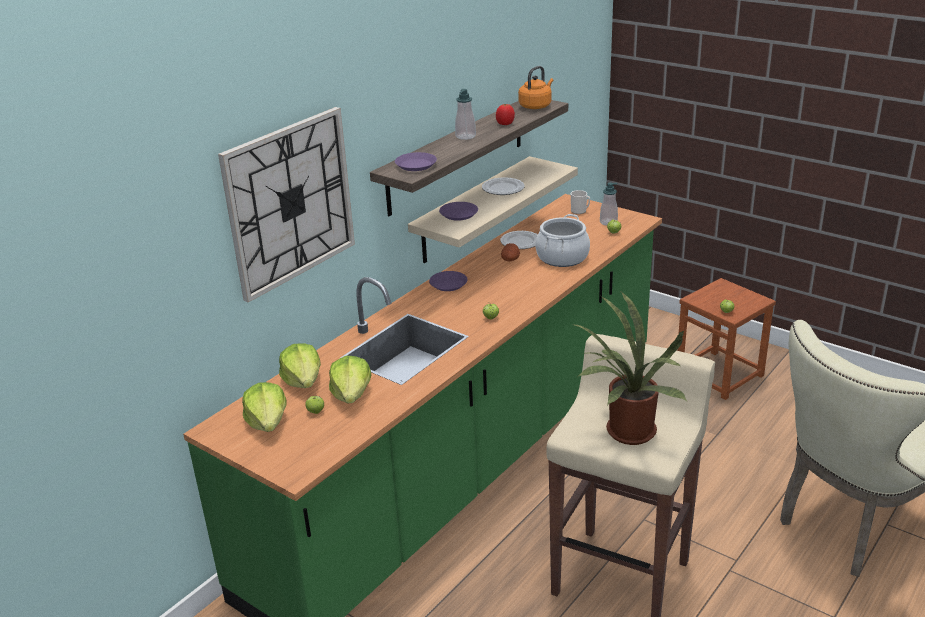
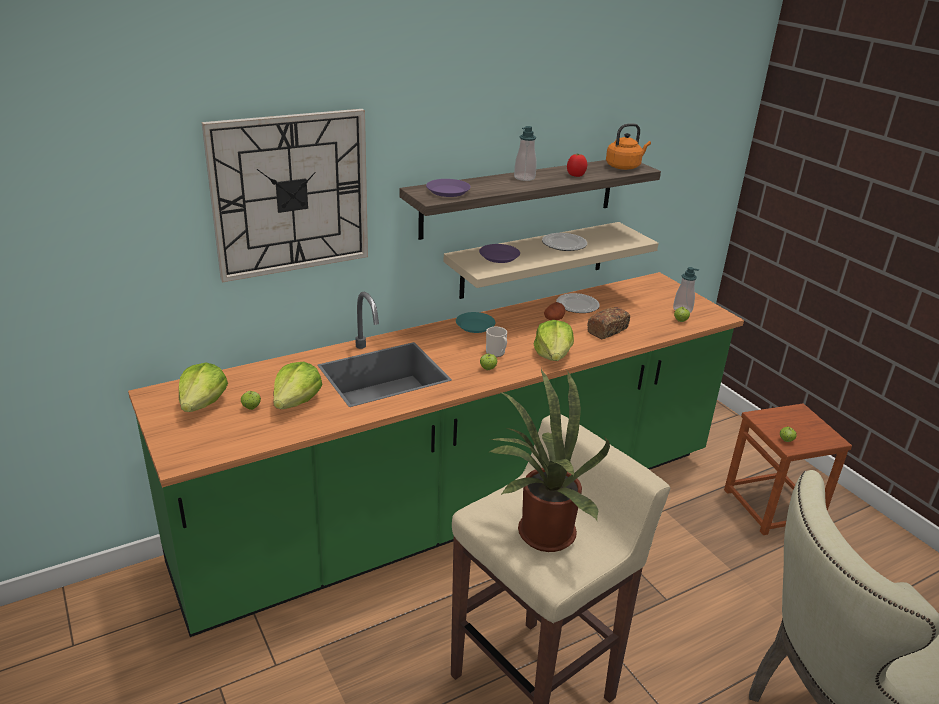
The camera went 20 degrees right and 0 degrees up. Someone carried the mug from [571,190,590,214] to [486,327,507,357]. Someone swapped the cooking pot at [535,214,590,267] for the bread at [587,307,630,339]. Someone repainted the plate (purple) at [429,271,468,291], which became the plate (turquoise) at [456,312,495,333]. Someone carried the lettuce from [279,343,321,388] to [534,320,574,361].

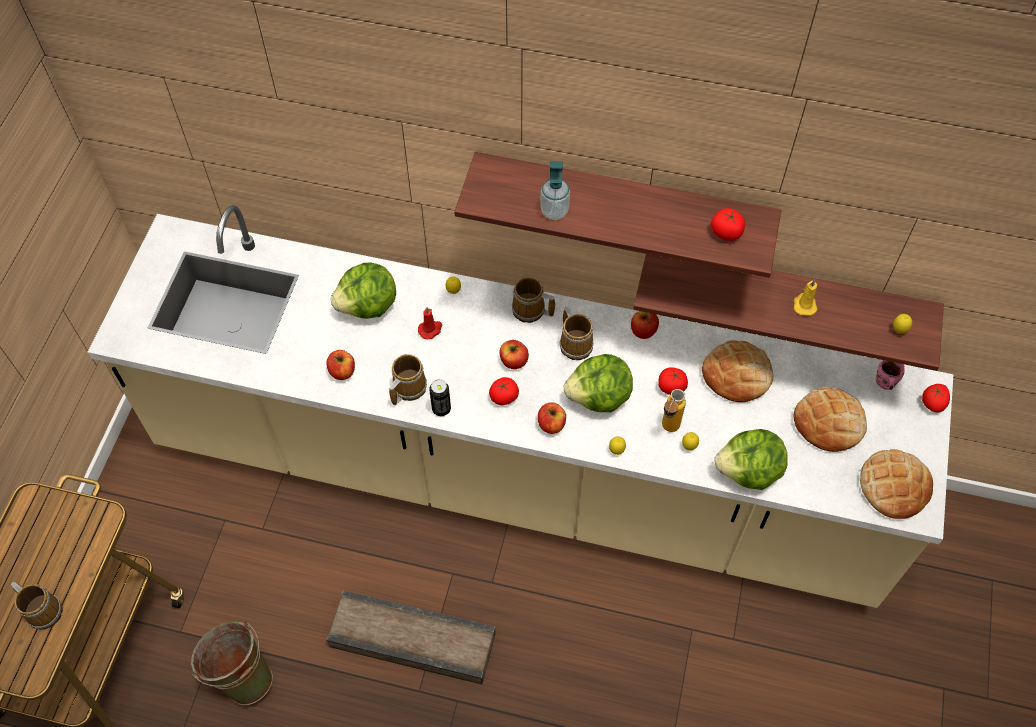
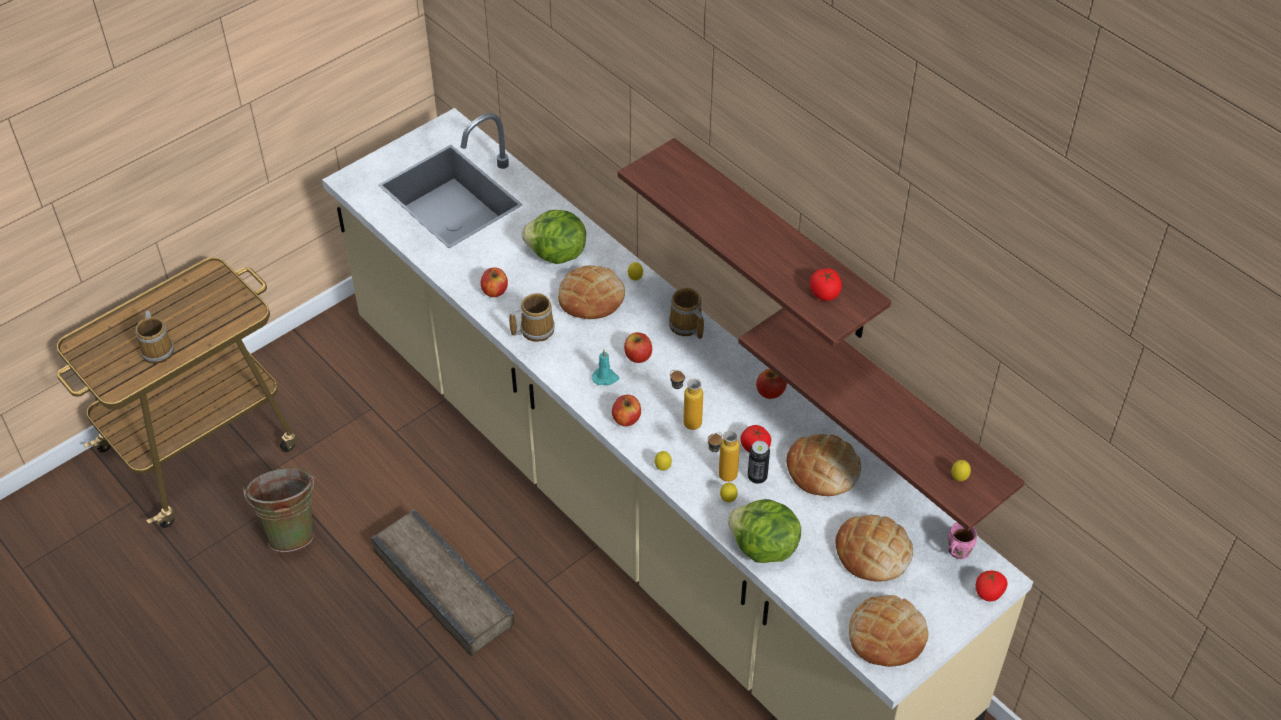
The camera went 35 degrees right and 10 degrees down. Someone took away the soap dispenser at [540,161,570,220]. Someone took away the candle (yellow) at [794,279,817,316]. Someone swapped the candle (red) at [418,307,442,339] for the bread at [558,265,625,319]. Someone took away the mug at [560,307,594,360]. Someone swapped the lettuce at [564,354,633,413] for the bottle at [670,370,703,430]. Someone swapped the tomato at [489,377,519,405] for the candle (turquoise) at [592,350,619,385]. Someone carried the can from [429,379,451,416] to [748,441,770,484].

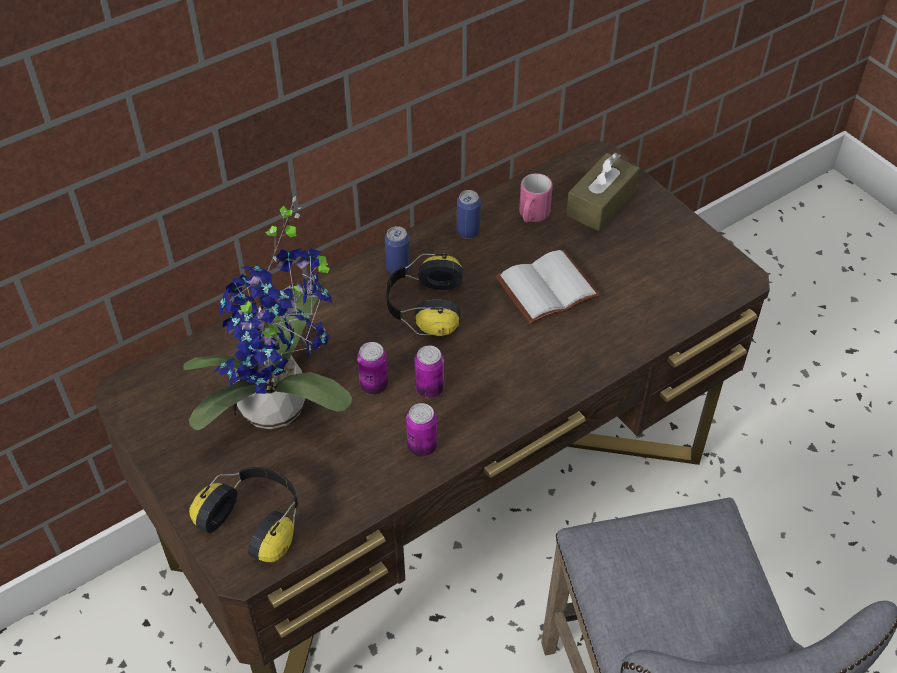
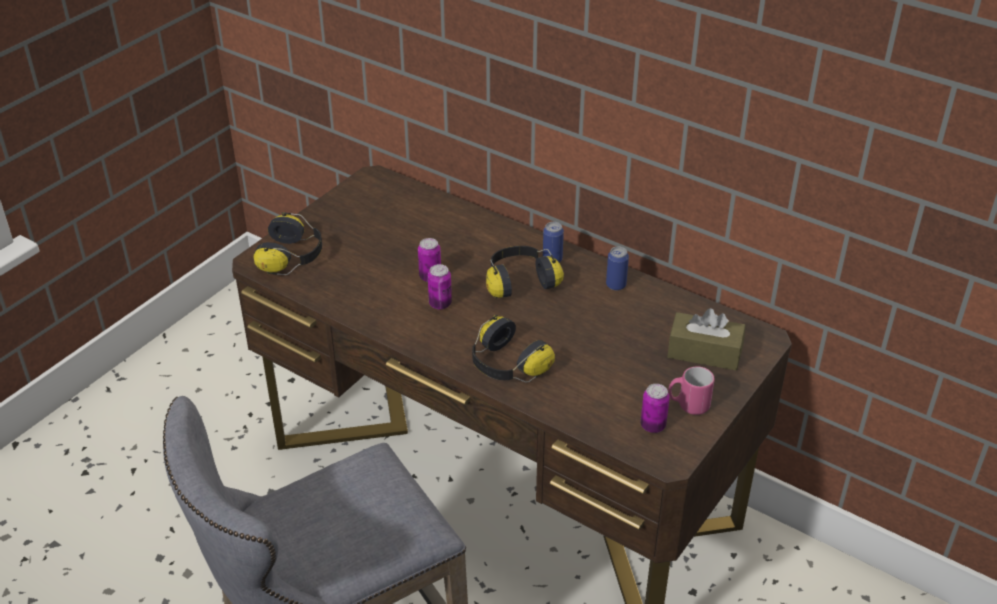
The camera went 70 degrees right and 10 degrees down. Someone carried the mug (pink) from [519,173,553,223] to [668,366,715,415]. Someone took away the potted plant at [183,196,352,430]. Someone took away the book (white) at [495,250,601,324]. Someone carried the can from [406,403,437,457] to [641,384,670,433]. Someone put down the headphones at [472,315,555,383].

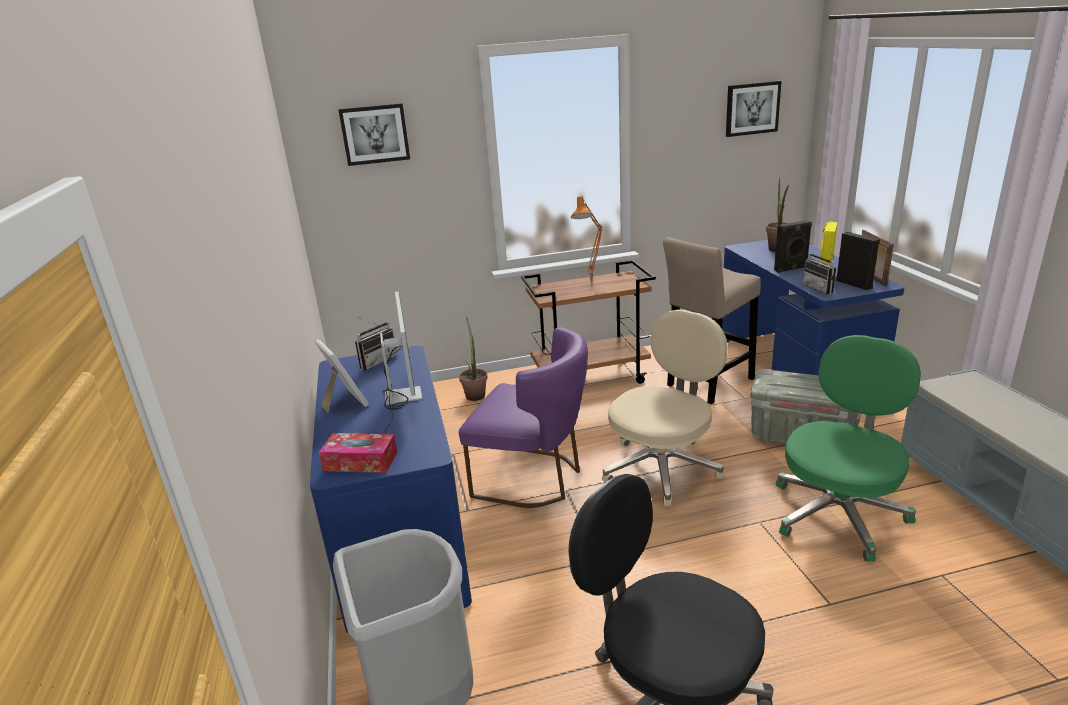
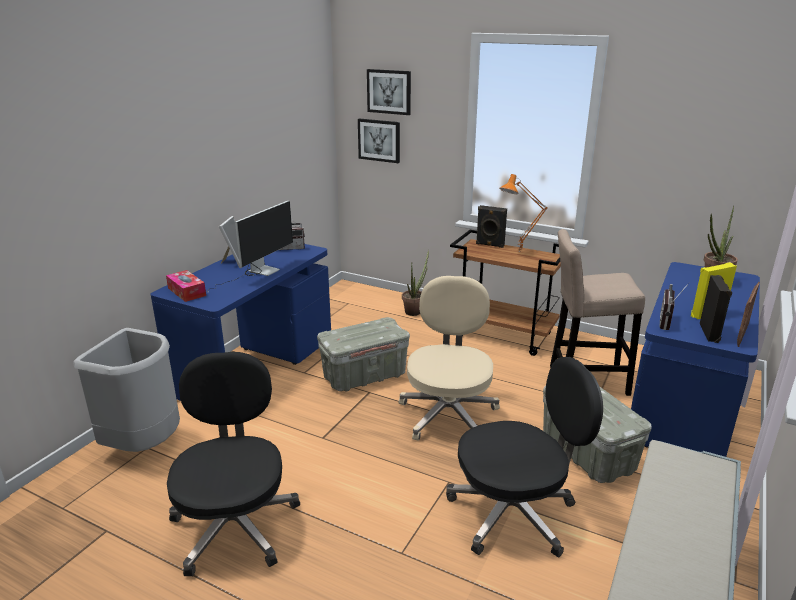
The camera went 40 degrees right and 0 degrees up. Someone carried the picture from [726,81,782,137] to [358,118,400,163]. Someone carried the speaker (black) from [774,220,812,273] to [476,205,507,248]. Someone rotated the office chair (beige) at [602,310,728,506] by 75 degrees counterclockwise. Someone swapped the chair (purple) at [459,327,588,508] for the storage box (grey) at [317,317,410,392]. Someone repainted the office chair (green) at [776,335,921,562], which became the office chair (black) at [446,357,603,558].

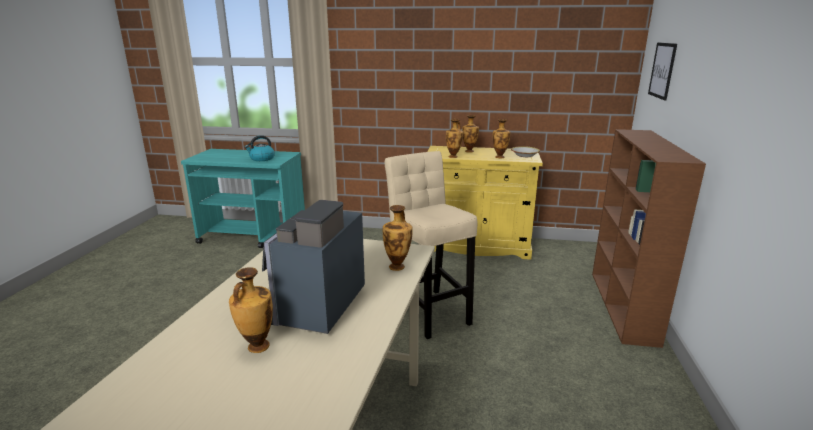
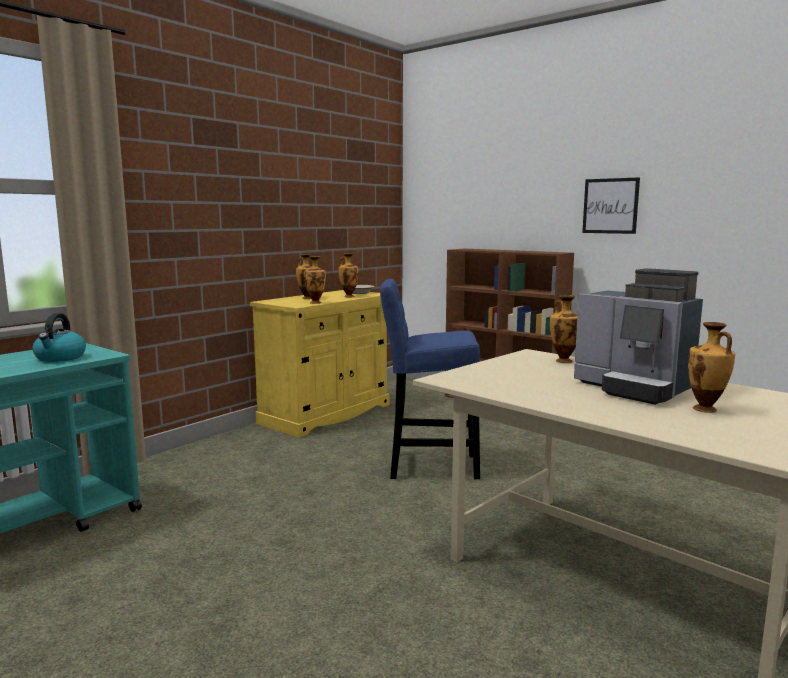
The camera went 60 degrees left and 10 degrees down. Someone carried the picture from [648,42,677,101] to [582,177,640,234]. Someone repainted the stool (beige) at [384,151,477,339], which became the stool (blue) at [380,279,480,479].

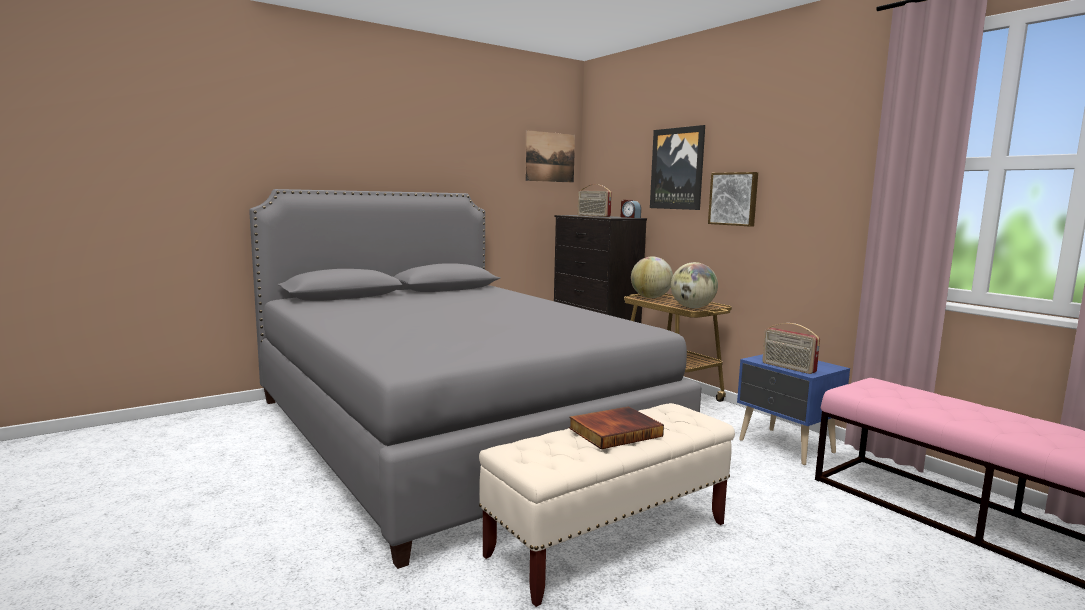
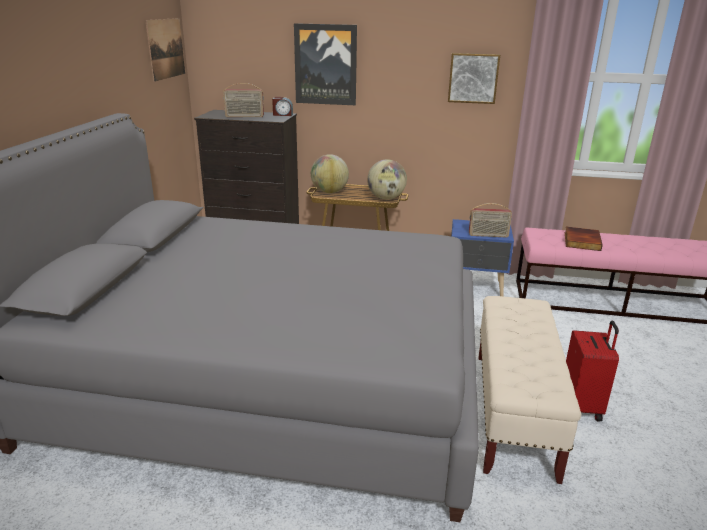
The camera went 45 degrees left and 15 degrees up. Someone carried the picture from [708,172,758,227] to [448,53,500,104]. Someone carried the book from [569,406,664,449] to [565,227,603,251]. Someone put down the suitcase (red) at [566,320,619,422].

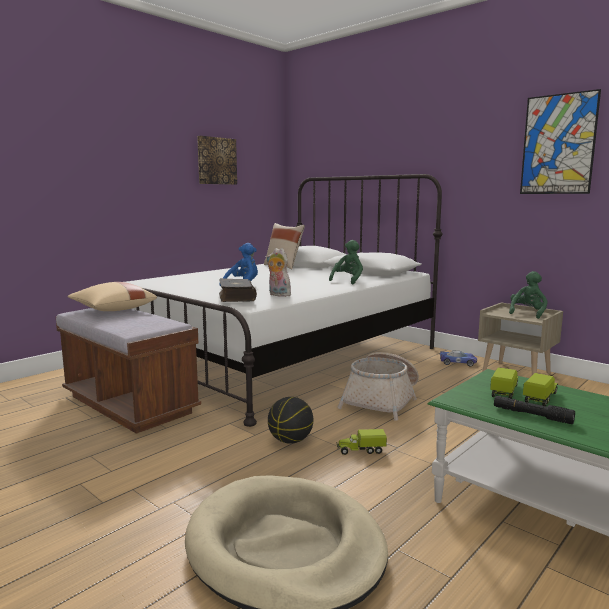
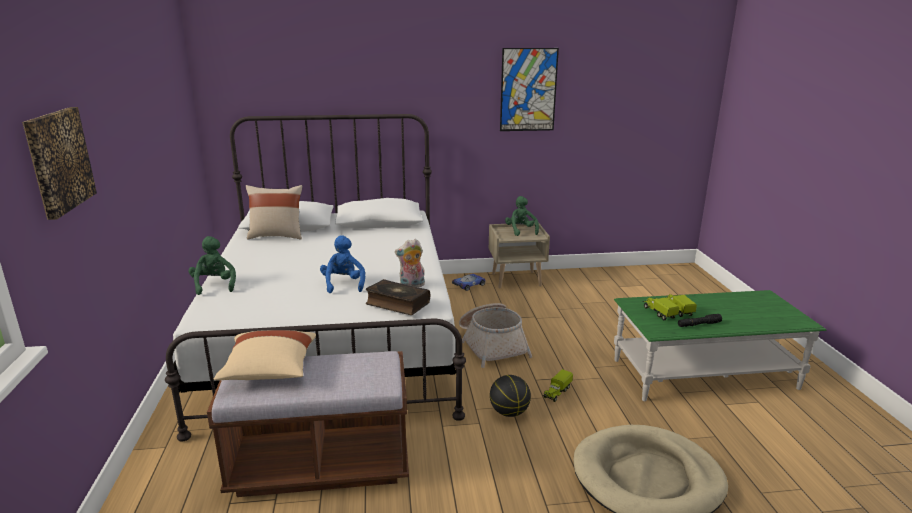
The camera went 50 degrees left and 10 degrees up. Someone carried the picture from [197,136,237,185] to [22,107,97,220]. Someone carried the plush toy (green) from [329,240,363,284] to [189,236,236,295].

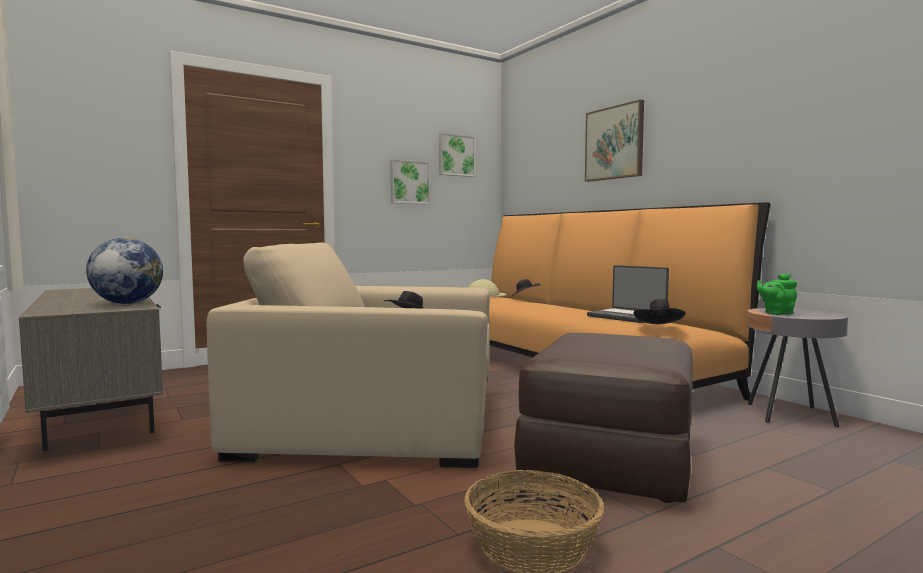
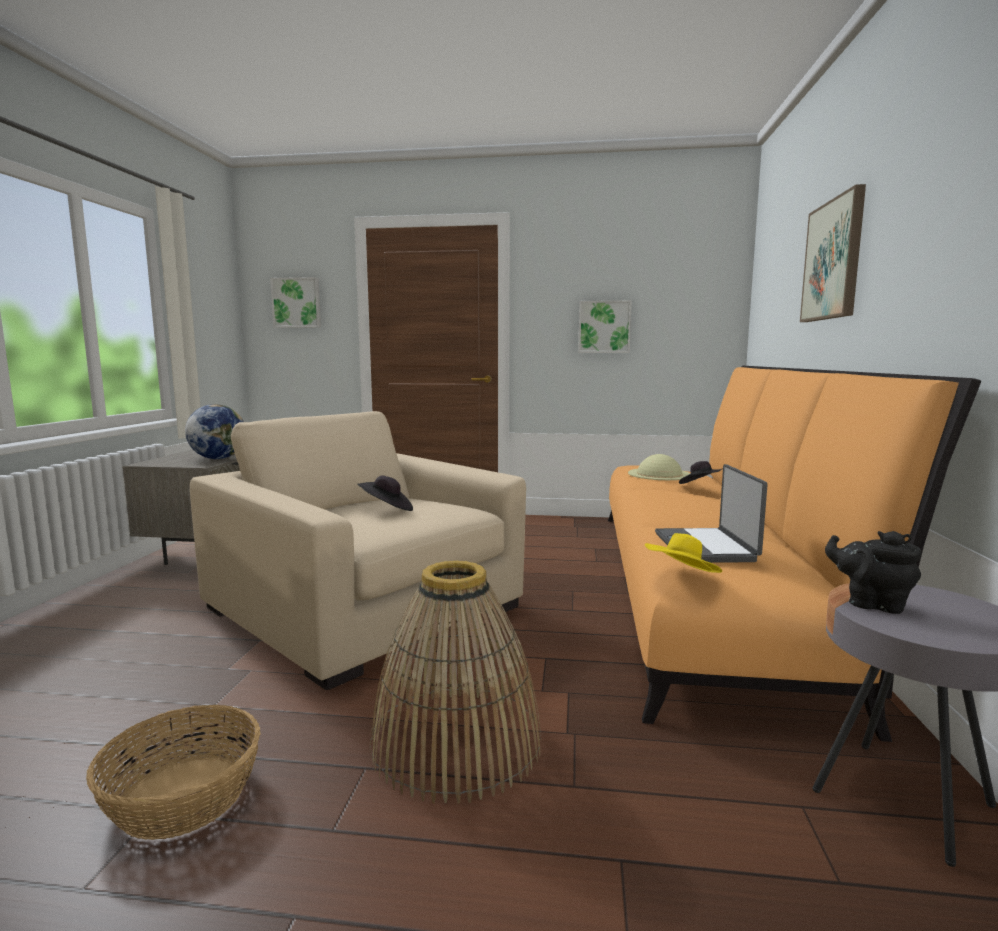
The camera went 40 degrees right and 5 degrees up. Someone carried the picture from [439,133,475,177] to [270,277,321,328]. Someone repainted the teapot (green) at [757,273,797,315], which became the teapot (black) at [825,531,921,614]. Someone repainted the hat (black) at [634,299,686,324], which became the hat (yellow) at [645,533,722,573]. Someone swapped the ottoman (brown) at [514,333,693,503] for the basket at [370,561,541,804].

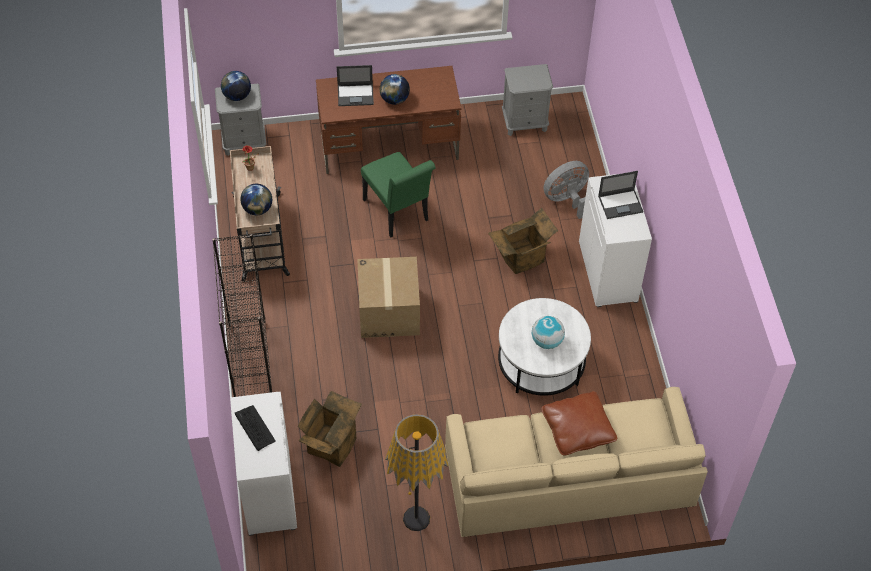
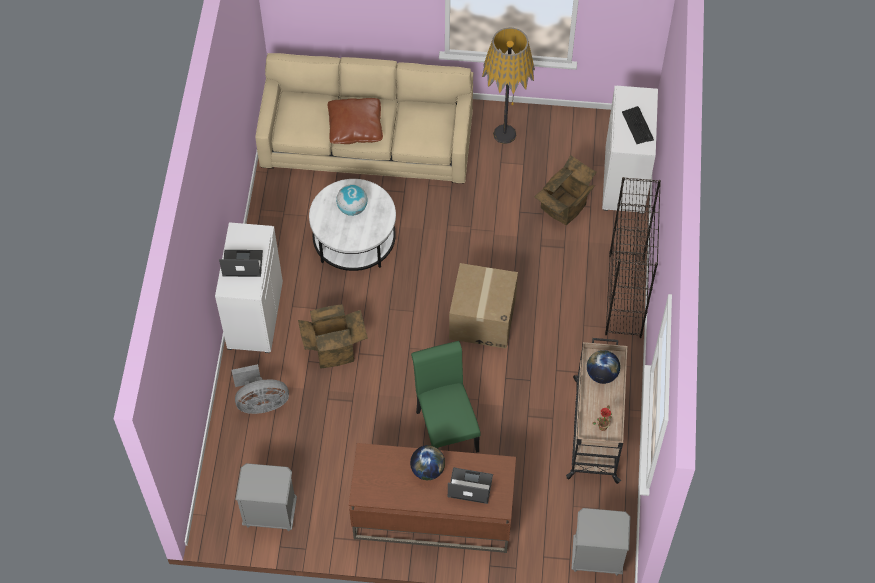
The camera went 165 degrees left and 5 degrees up. Someone took away the globe at [221,71,251,101].

